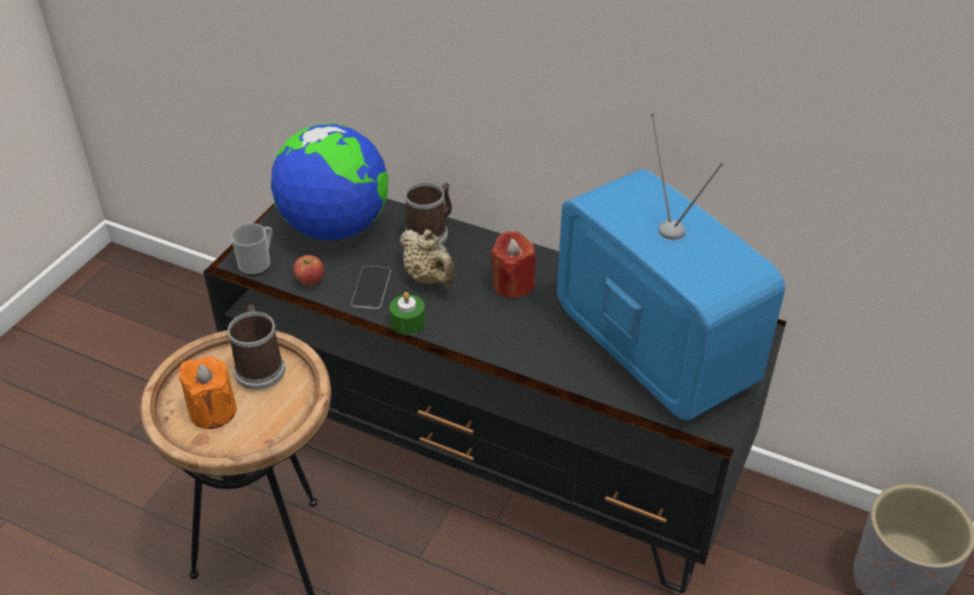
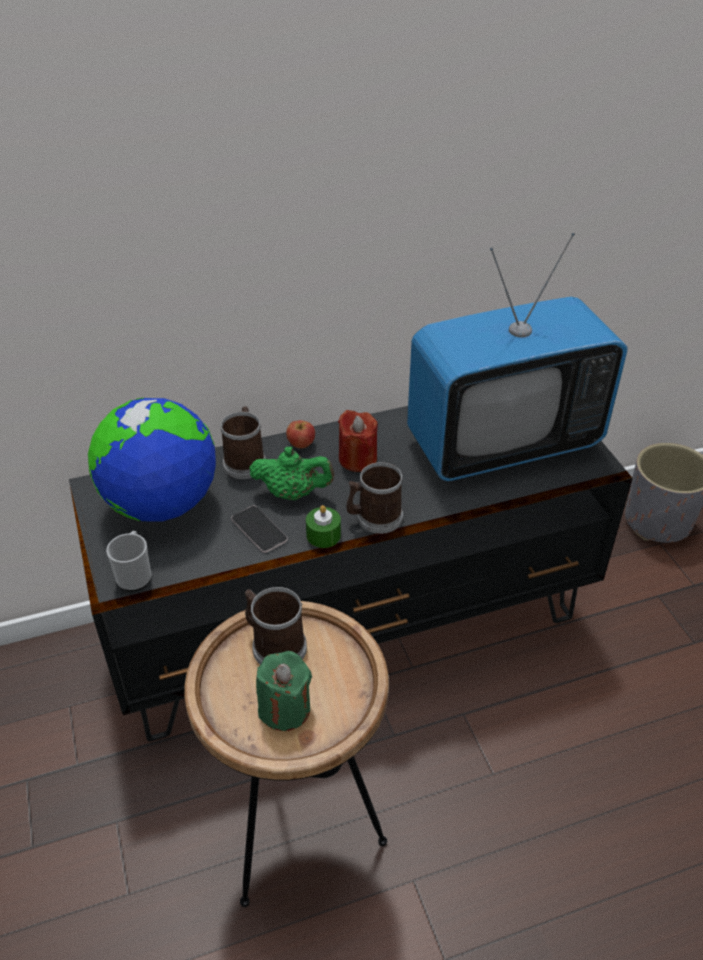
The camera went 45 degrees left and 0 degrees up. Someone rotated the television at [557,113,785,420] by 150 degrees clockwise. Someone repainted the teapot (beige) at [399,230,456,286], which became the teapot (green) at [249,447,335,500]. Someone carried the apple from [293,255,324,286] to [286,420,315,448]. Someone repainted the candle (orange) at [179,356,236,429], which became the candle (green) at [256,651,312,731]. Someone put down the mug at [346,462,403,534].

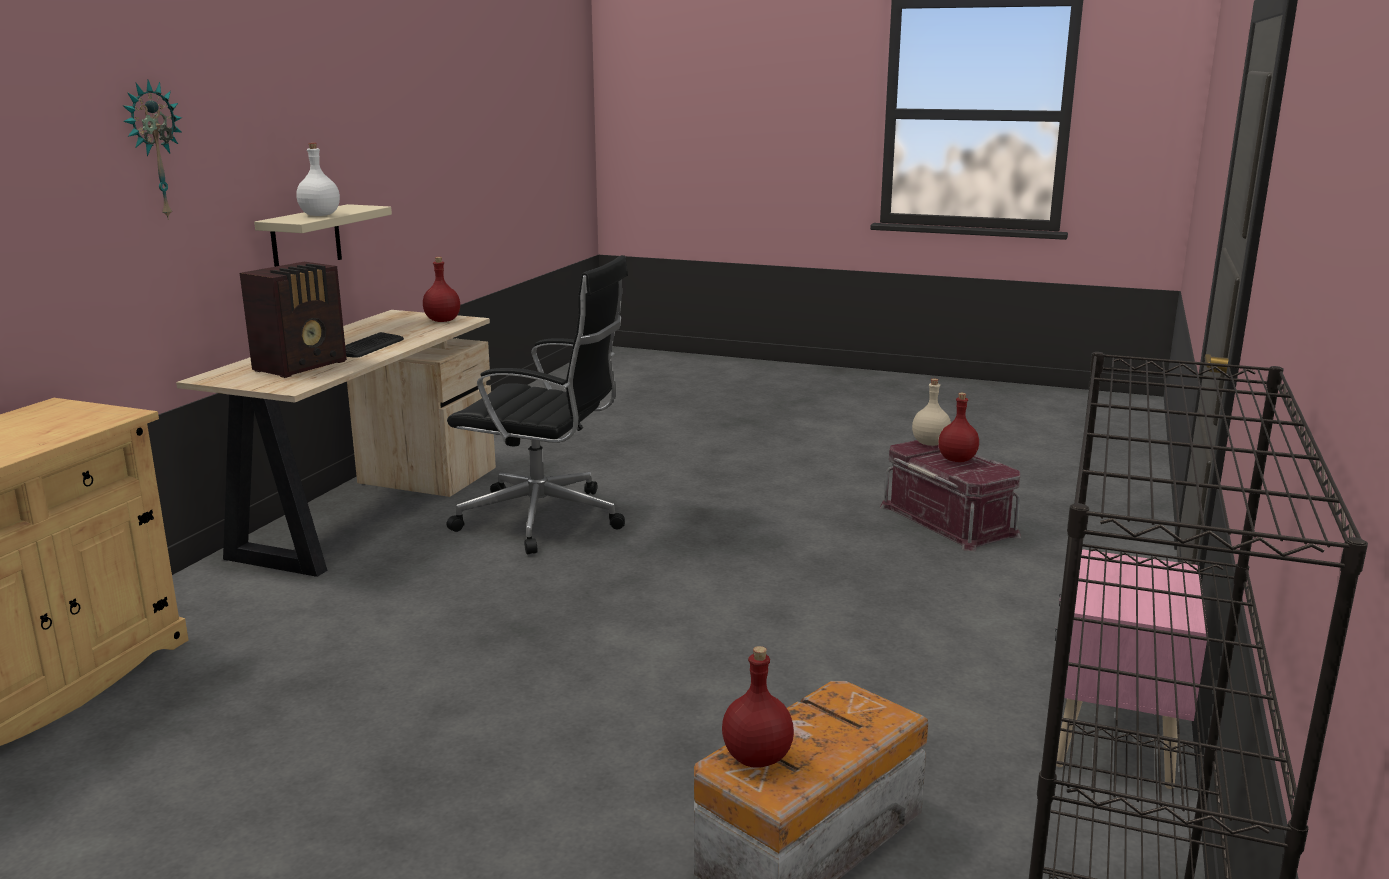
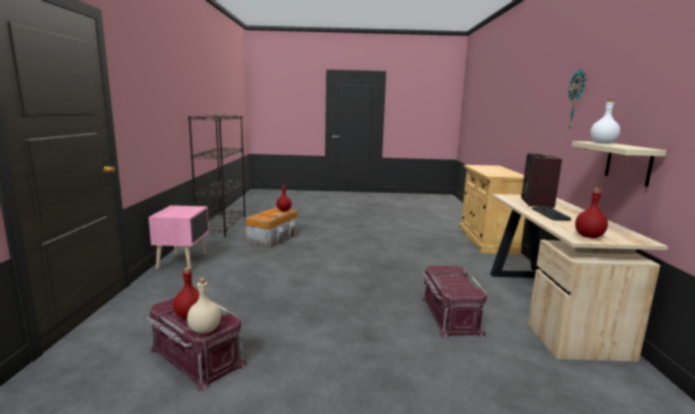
The camera went 160 degrees right and 5 degrees down. Someone swapped the office chair (black) at [446,255,628,554] for the storage box (red) at [421,266,487,338].

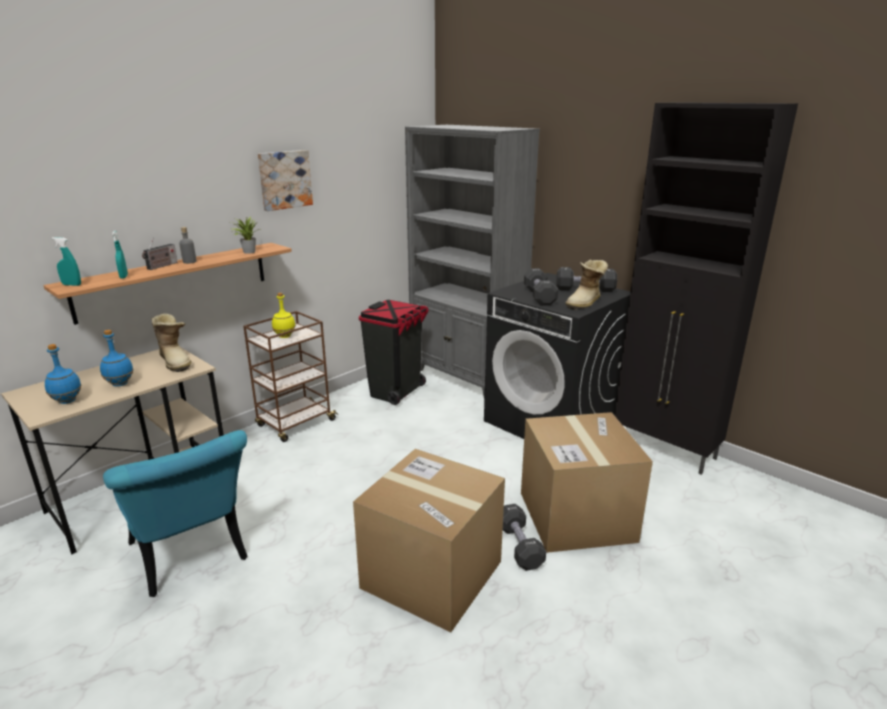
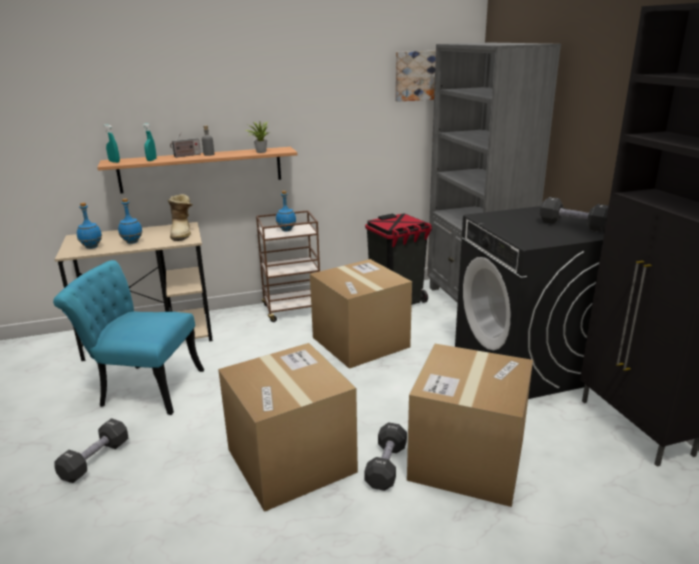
The camera went 30 degrees right and 0 degrees up. Someone carried the picture from [258,150,313,211] to [395,51,436,102]. Someone took away the boot at [566,260,608,310]. Someone carried the dumbbell (black) from [524,268,558,306] to [54,418,128,483]. Someone repainted the bottle (yellow) at [272,293,296,338], which became the bottle (blue) at [276,191,296,231]. Someone rotated the chair (turquoise) at [103,430,248,597] by 105 degrees clockwise. Someone put down the cardboard box at [310,259,412,369].

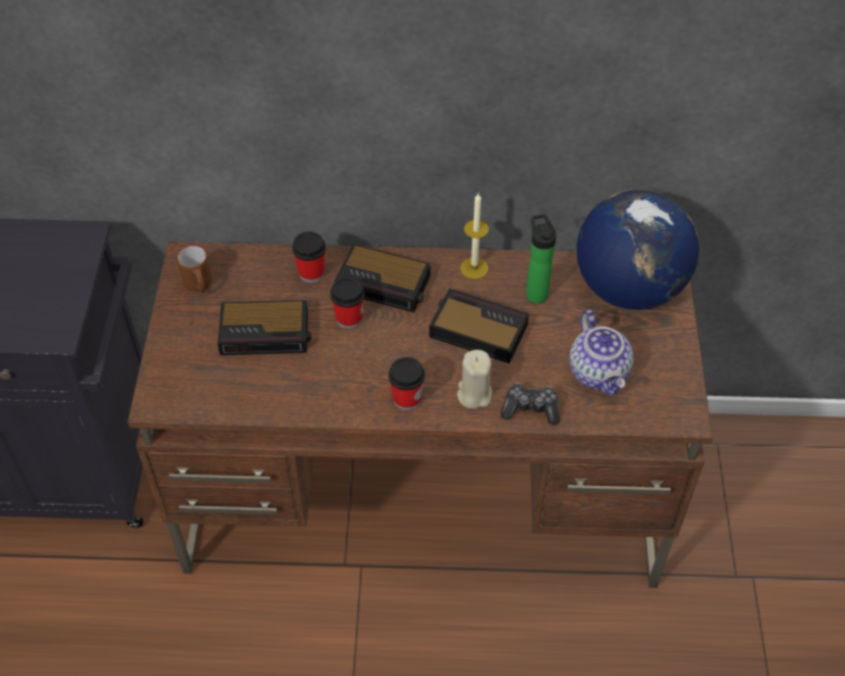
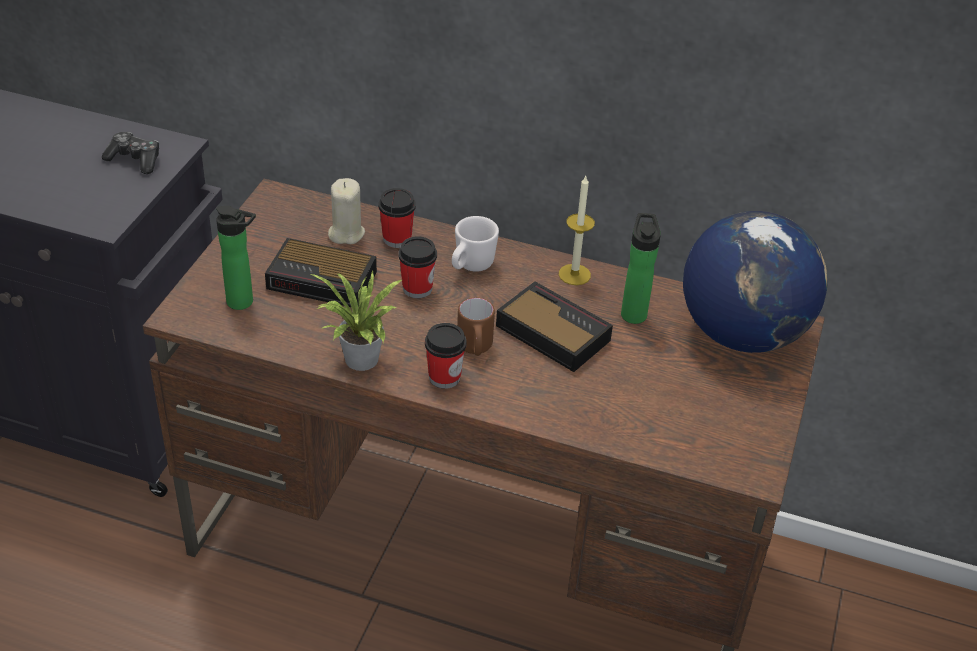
The camera went 15 degrees right and 10 degrees down. Someone swapped the alarm clock at [335,244,431,312] for the mug (white) at [452,216,499,272]. Someone carried the mug (brown) from [177,246,212,293] to [457,298,495,356]. Someone took away the teapot at [569,310,634,396]. Someone carried the candle (beige) from [457,350,492,409] to [328,178,365,244]. Someone carried the game controller from [501,383,560,425] to [102,132,159,174]. Someone put down the bottle at [216,205,256,310]. Someone put down the potted plant at [311,271,402,371].

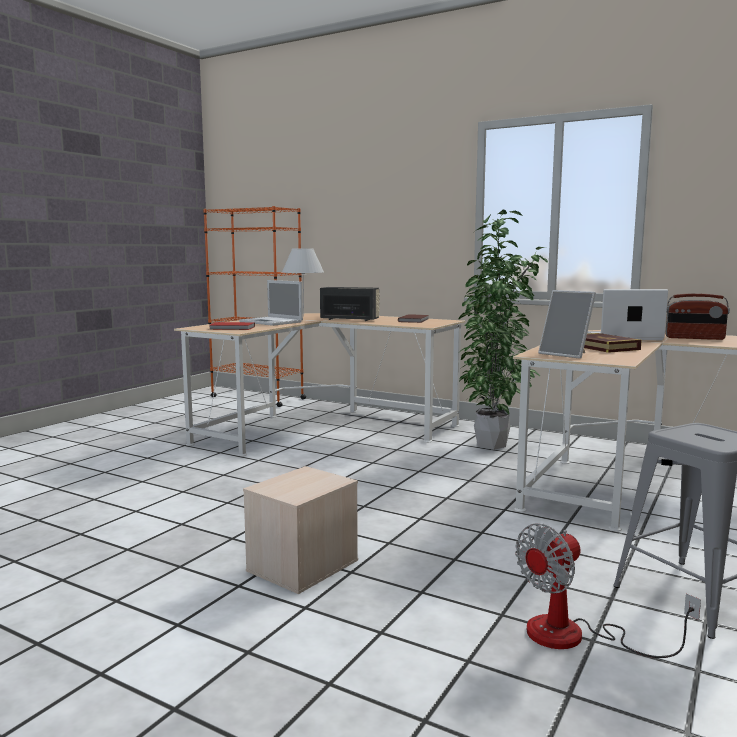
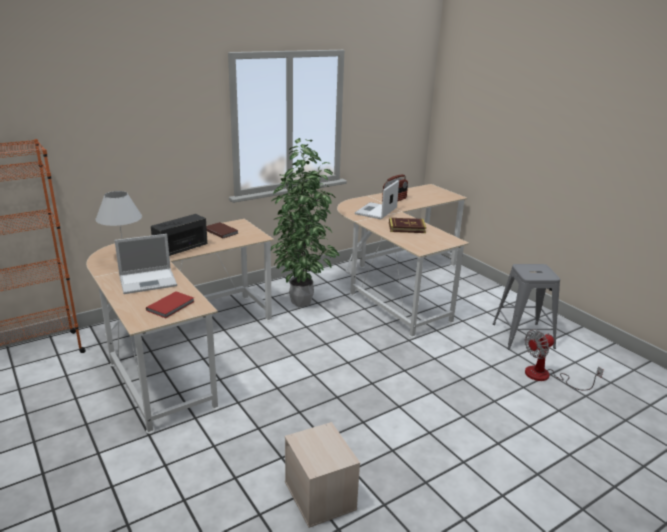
The camera went 65 degrees left and 15 degrees up. Someone took away the picture frame at [538,290,596,359]. Someone carried the storage box (beige) from [243,466,358,594] to [285,422,360,528]. Someone rotated the fan at [515,523,701,658] by 75 degrees clockwise.

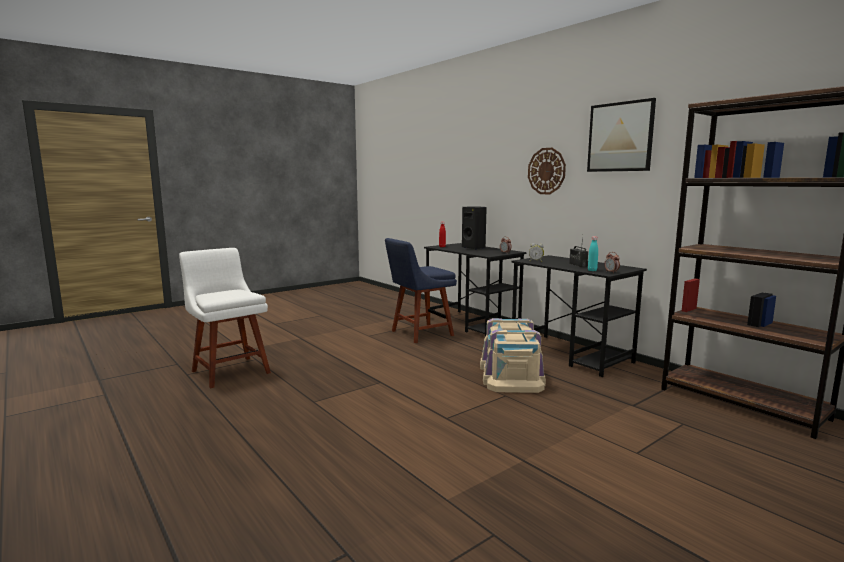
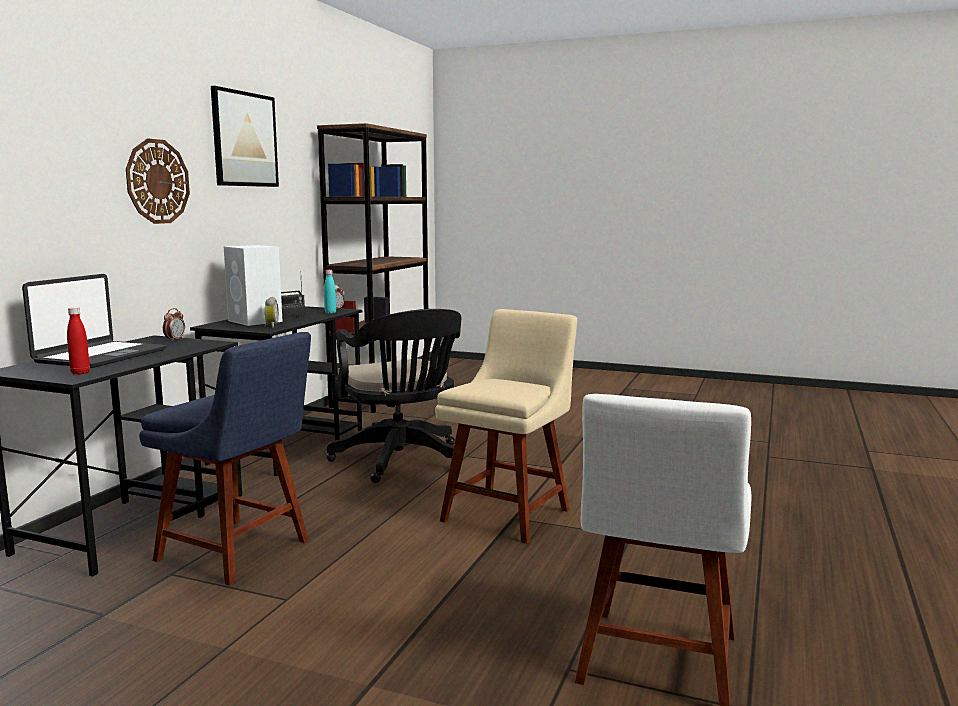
The camera went 120 degrees left and 0 degrees up. Someone swapped the speaker (black) at [462,206,487,250] for the laptop at [22,274,167,368]. Someone swapped the storage box (beige) at [480,318,546,393] for the office chair (black) at [326,309,462,483]. Someone put down the speaker (white) at [224,245,283,326]. Someone put down the chair (beige) at [435,309,577,544].

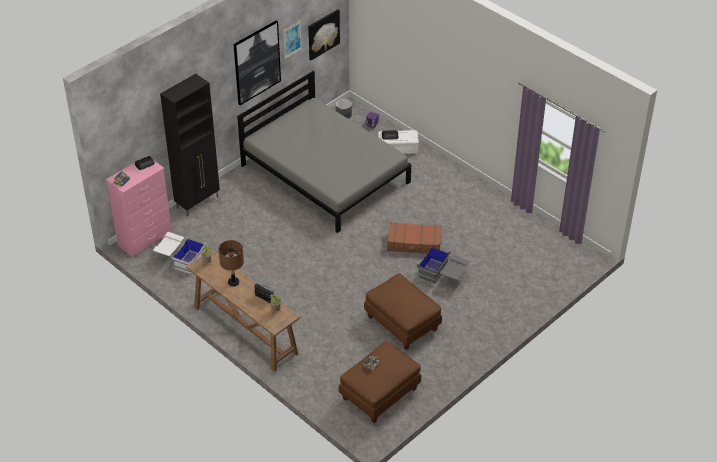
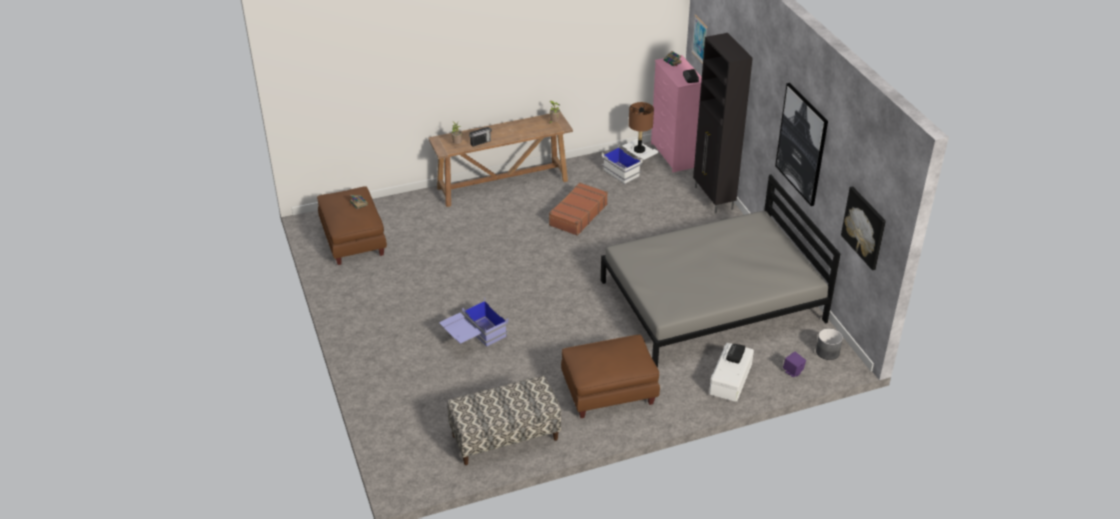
The camera went 115 degrees right and 5 degrees down. Someone carried the picture from [283,21,302,59] to [692,15,707,64]. Someone carried the suitcase (brown) from [387,222,442,254] to [549,182,608,236]. Someone carried the table lamp (brown) from [218,240,244,287] to [629,102,654,153]. Someone repainted the storage box (grey) at [417,245,470,284], which became the storage box (blue) at [439,298,508,347]. Someone carried the ottoman (brown) from [364,273,442,350] to [561,335,660,418]. Someone put down the bench at [447,376,561,465].

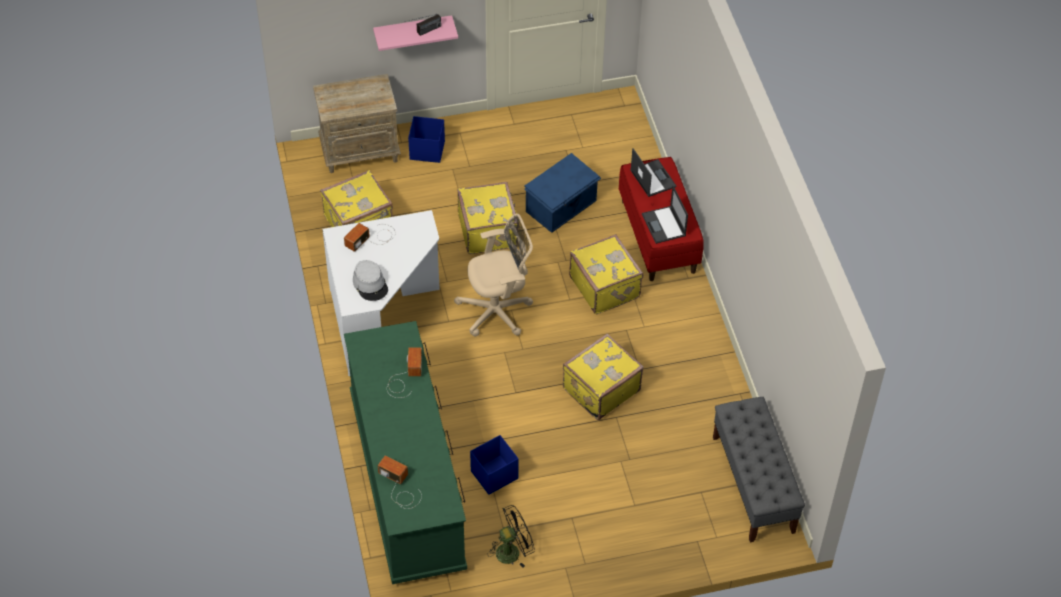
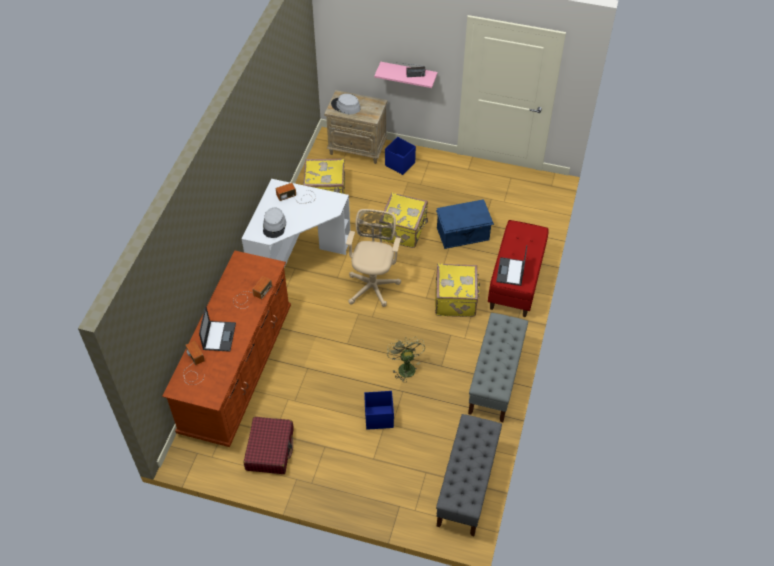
The camera went 30 degrees right and 0 degrees up. Someone carried the laptop from [630,148,677,197] to [199,305,236,352]. Someone rotated the office chair (beige) at [454,214,533,336] by 90 degrees counterclockwise. Someone repainted the dresser (green) at [344,321,467,584], which became the dresser (brown) at [162,251,291,447]. Someone swapped the suitcase (yellow) at [563,334,644,420] for the fan (green) at [387,337,425,383]. Someone carried the storage box (blue) from [470,435,519,495] to [364,391,394,430]. Someone swapped the fan (black) at [488,505,535,568] for the suitcase (red) at [244,417,294,474]. Someone put down the hat (grey) at [331,94,361,114]. Someone put down the bench (grey) at [468,313,528,422].

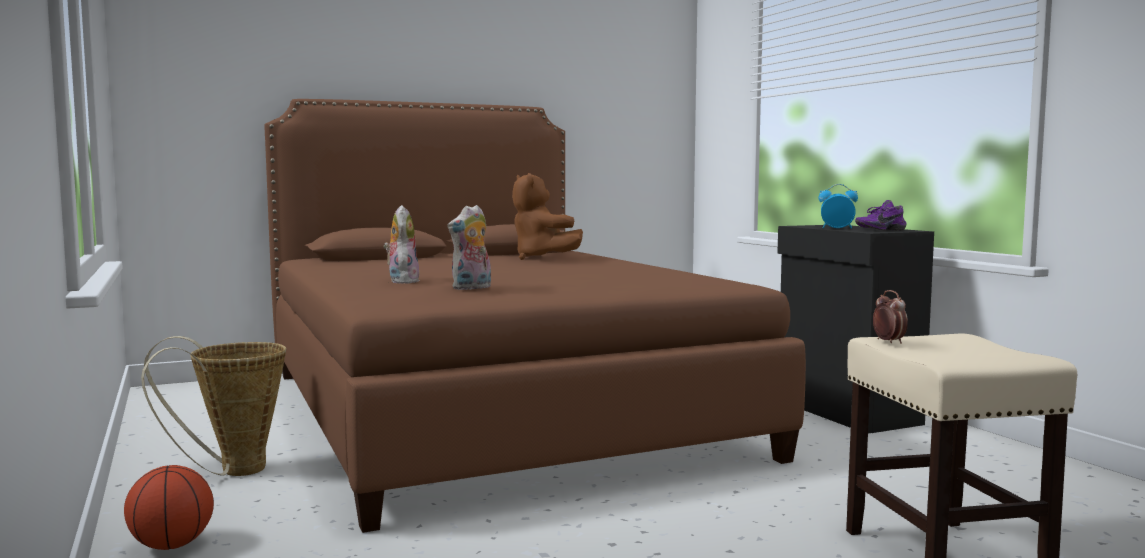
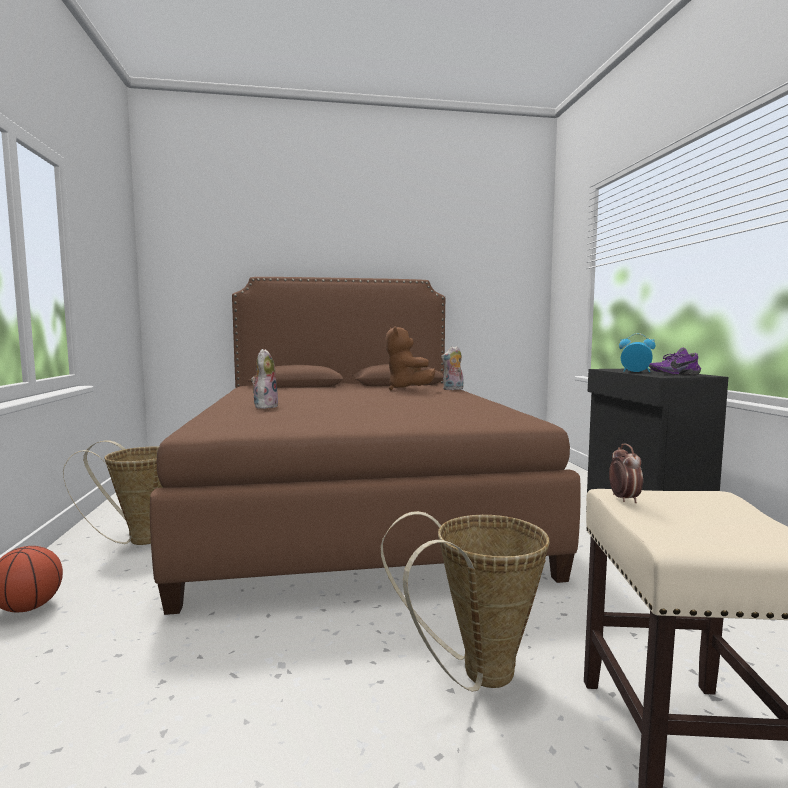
The camera went 15 degrees right and 0 degrees up. Someone carried the plush toy from [447,205,491,290] to [441,346,463,390]. Someone put down the basket at [380,511,549,692].

